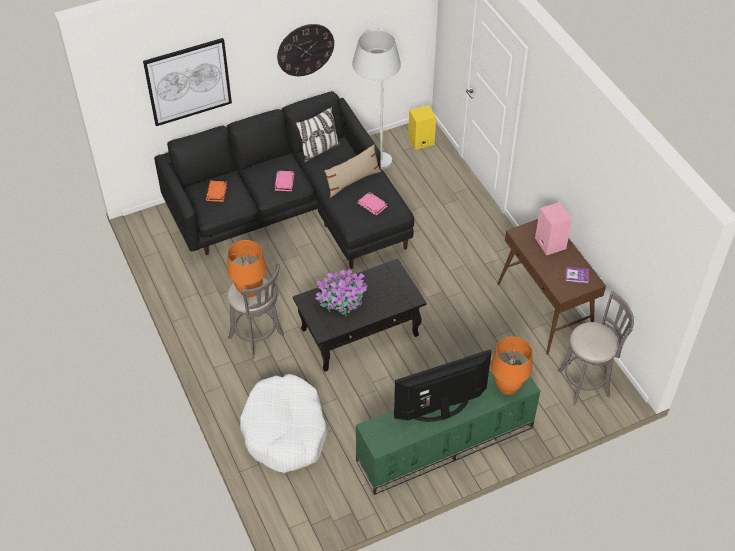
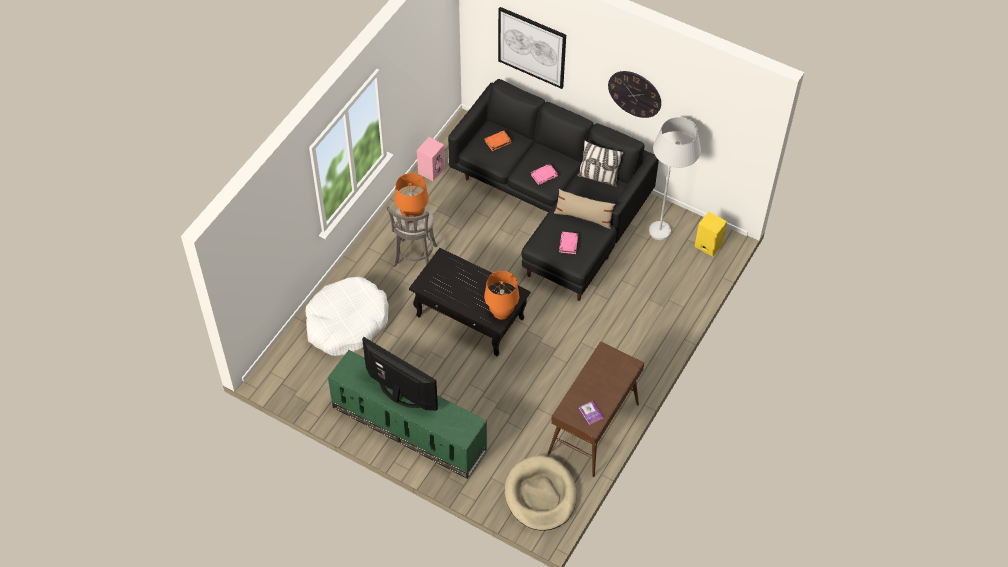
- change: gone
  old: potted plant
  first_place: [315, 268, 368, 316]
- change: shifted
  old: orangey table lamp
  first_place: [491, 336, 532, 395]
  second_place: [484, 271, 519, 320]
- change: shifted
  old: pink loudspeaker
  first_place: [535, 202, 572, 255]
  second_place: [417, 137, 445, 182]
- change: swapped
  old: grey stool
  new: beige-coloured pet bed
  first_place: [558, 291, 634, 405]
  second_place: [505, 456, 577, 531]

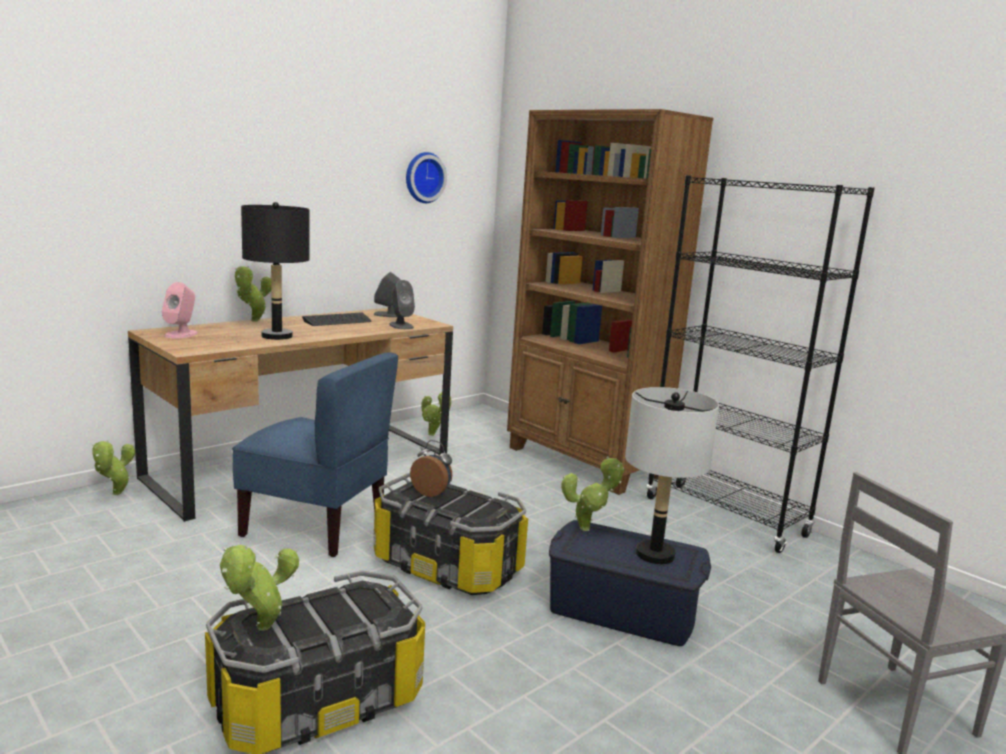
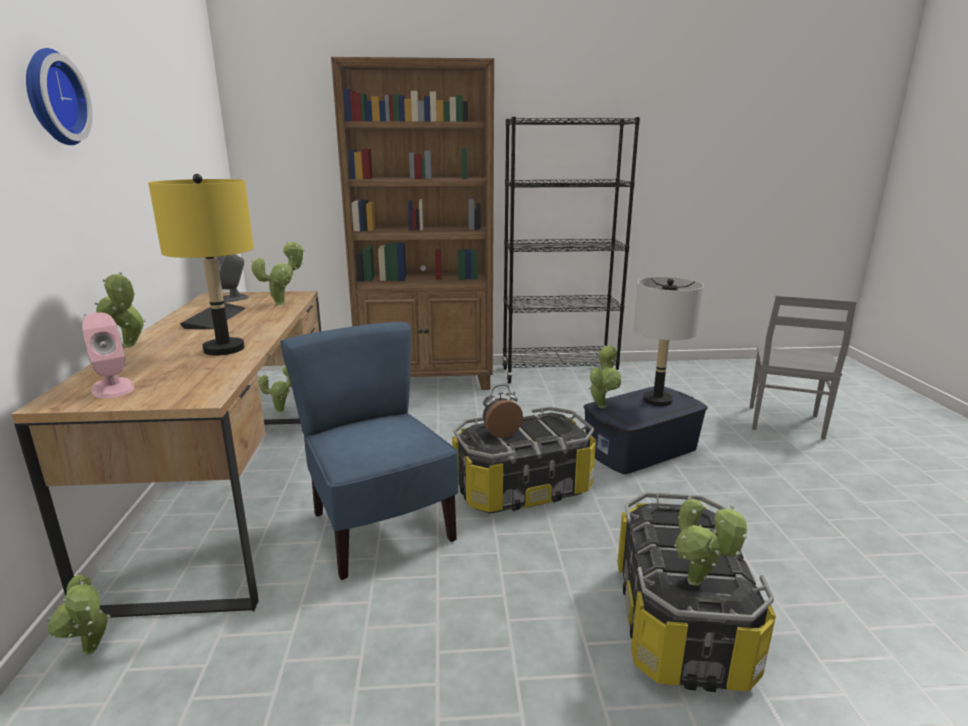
- change: shifted
  old: clock on the wall
  first_place: [406, 152, 447, 203]
  second_place: [26, 48, 93, 145]
- change: swapped
  old: grey loudspeaker
  new: potted plant
  first_place: [389, 280, 415, 329]
  second_place: [251, 241, 304, 305]
- change: repainted
  old: black-coloured table lamp
  new: yellowish table lamp
  first_place: [241, 202, 309, 340]
  second_place: [148, 174, 254, 355]
- change: rotated
  old: blue chair
  first_place: [232, 352, 398, 557]
  second_place: [280, 322, 459, 580]
  degrees: -90

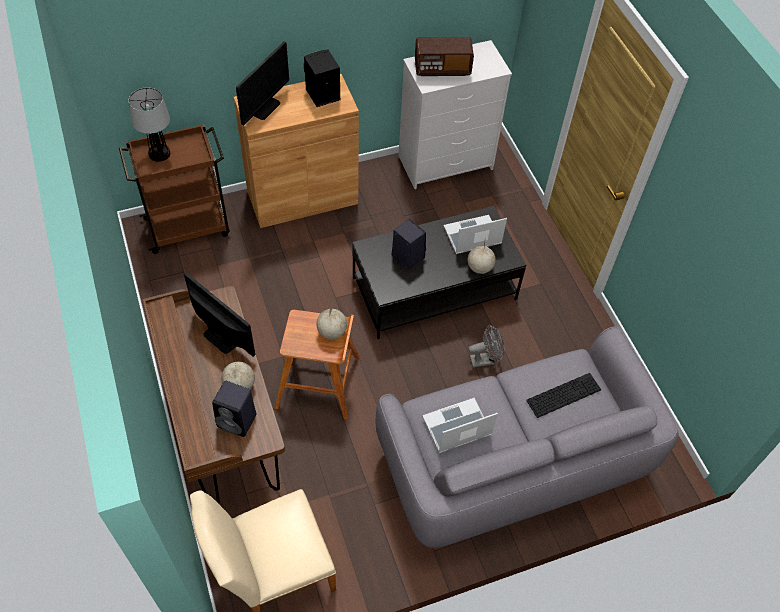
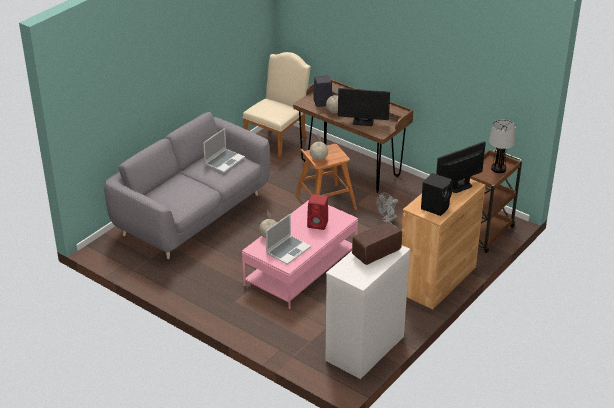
- change: gone
  old: PC keyboard
  first_place: [526, 373, 601, 418]
- change: shifted
  old: grey electric fan
  first_place: [468, 324, 505, 368]
  second_place: [376, 192, 399, 222]
- change: repainted
  old: black-coloured coffee table
  new: pink coffee table
  first_place: [352, 206, 526, 339]
  second_place: [242, 199, 358, 309]
- change: repainted
  old: black-coloured loudspeaker
  new: red-coloured loudspeaker
  first_place: [392, 219, 426, 270]
  second_place: [307, 194, 328, 230]
- change: rotated
  old: computer screen
  first_place: [236, 41, 289, 126]
  second_place: [436, 141, 486, 193]
  degrees: 60

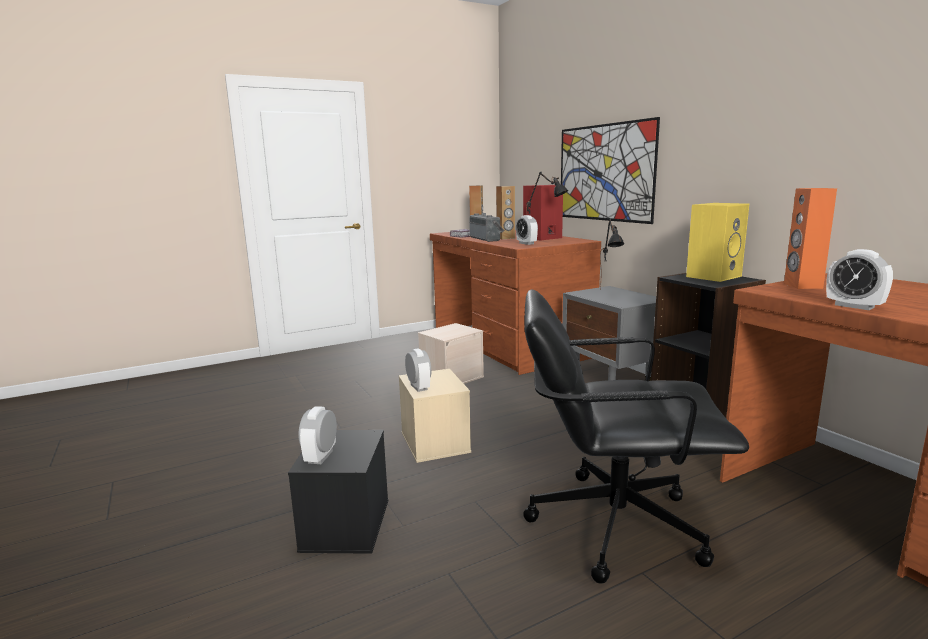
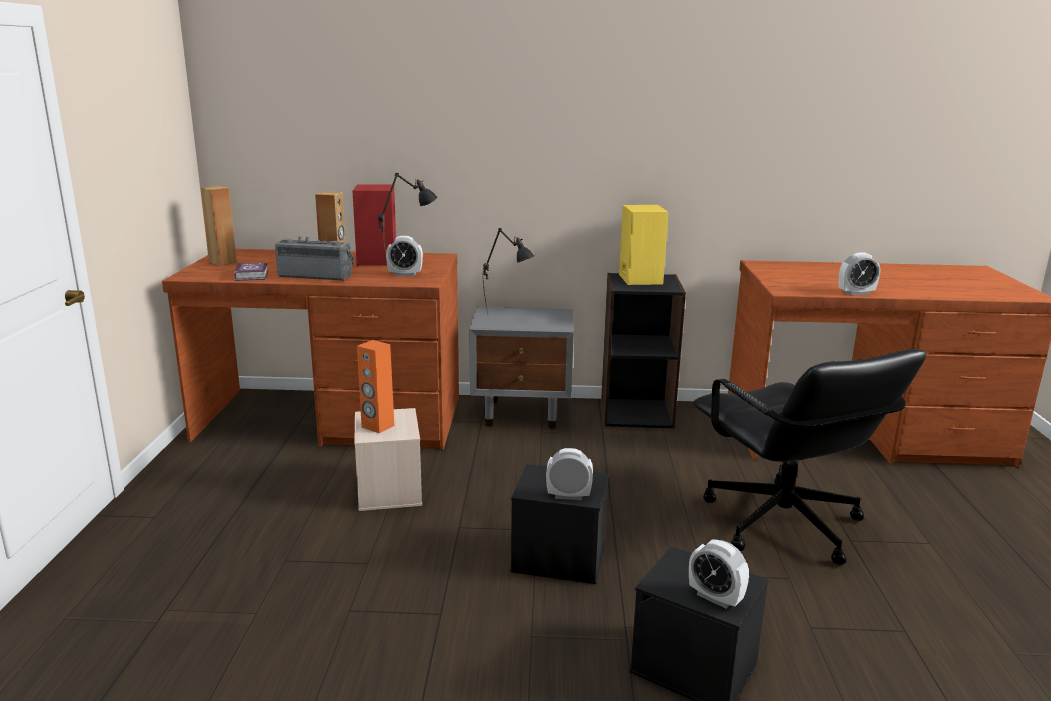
- change: gone
  old: wall picture
  first_place: [561, 117, 660, 224]
- change: shifted
  old: orangey loudspeaker
  first_place: [784, 188, 837, 289]
  second_place: [357, 340, 394, 433]
- change: repainted
  old: beige-coloured storage box
  new: black-coloured storage box
  first_place: [399, 369, 471, 463]
  second_place: [511, 464, 609, 584]
- change: rotated
  old: black-coloured office chair
  first_place: [523, 289, 749, 583]
  second_place: [694, 349, 926, 565]
  degrees: -60

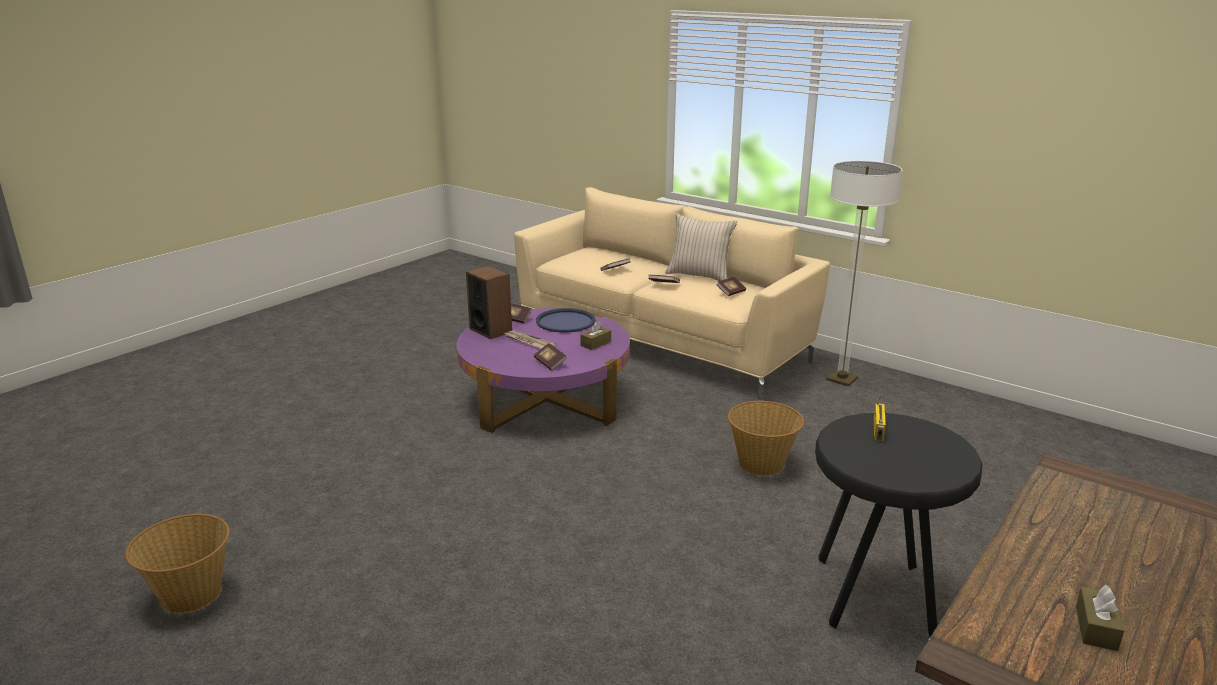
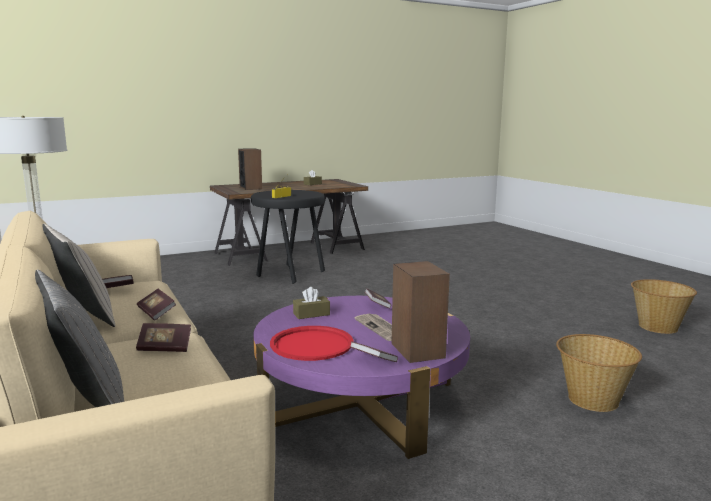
- change: new
  new: grey cushion
  second_place: [35, 270, 124, 407]
- change: new
  new: loudspeaker
  second_place: [238, 148, 262, 190]
- change: shifted
  old: storage basket
  first_place: [728, 401, 804, 476]
  second_place: [556, 334, 642, 412]
- change: repainted
  old: blue carrying tray
  new: red-coloured carrying tray
  first_place: [536, 308, 596, 333]
  second_place: [270, 326, 354, 361]

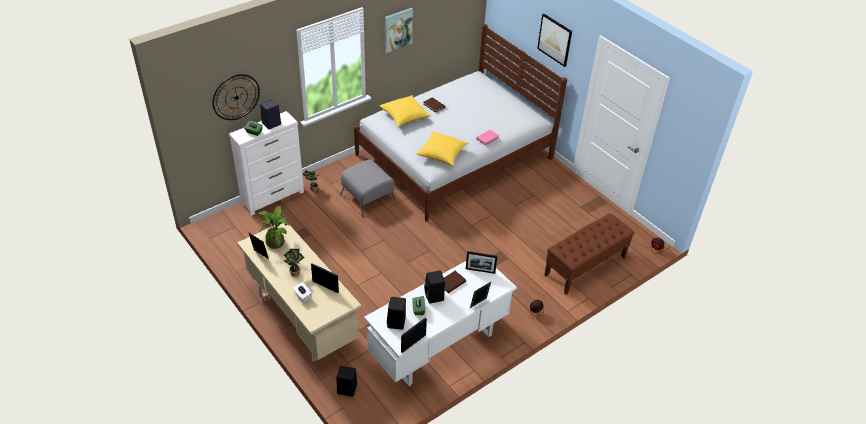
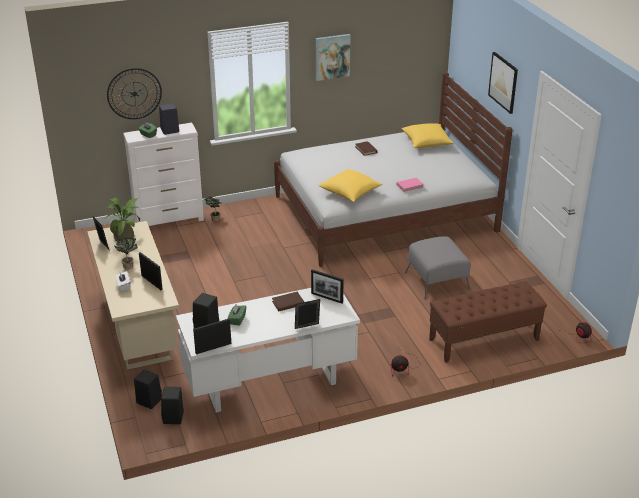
- change: shifted
  old: grey ottoman
  first_place: [340, 160, 396, 217]
  second_place: [405, 236, 471, 300]
- change: shifted
  old: yellowish cushion
  first_place: [380, 95, 431, 127]
  second_place: [402, 123, 454, 148]
- change: shifted
  old: black-coloured loudspeaker
  first_place: [424, 270, 445, 303]
  second_place: [161, 387, 184, 424]

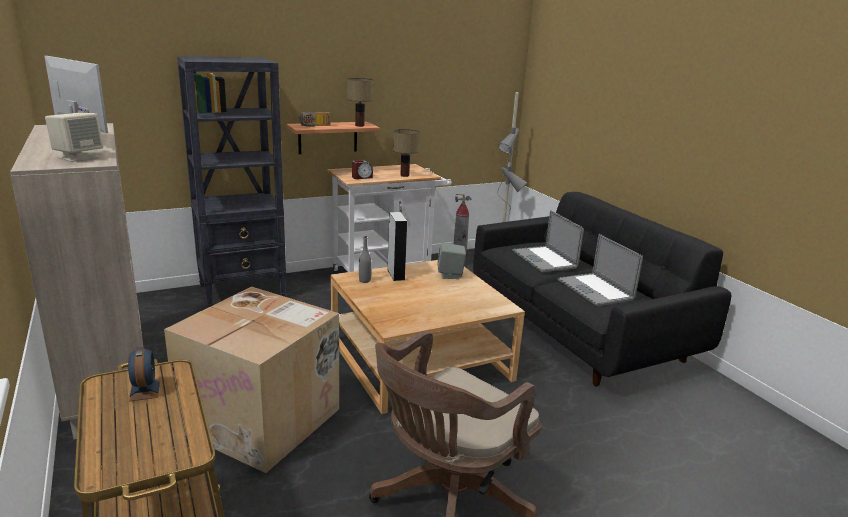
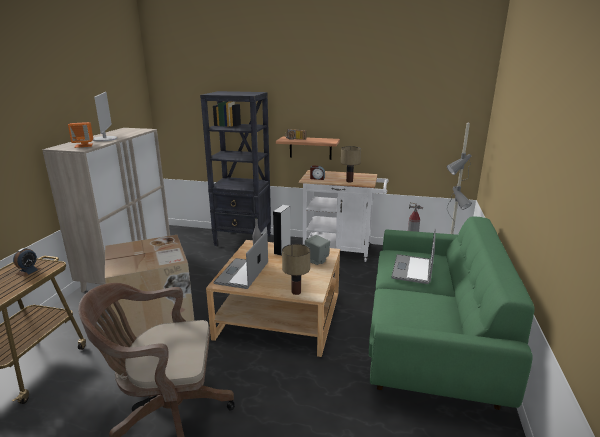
- change: shifted
  old: table lamp
  first_place: [347, 78, 374, 127]
  second_place: [282, 244, 310, 295]
- change: shifted
  old: portable computer
  first_place: [557, 234, 643, 306]
  second_place: [213, 231, 268, 289]
- change: repainted
  old: beige-coloured loudspeaker
  new: orangey loudspeaker
  first_place: [45, 113, 103, 162]
  second_place: [68, 122, 93, 148]
- change: repainted
  old: black-coloured couch
  new: greenish couch
  first_place: [473, 192, 731, 386]
  second_place: [369, 216, 535, 410]

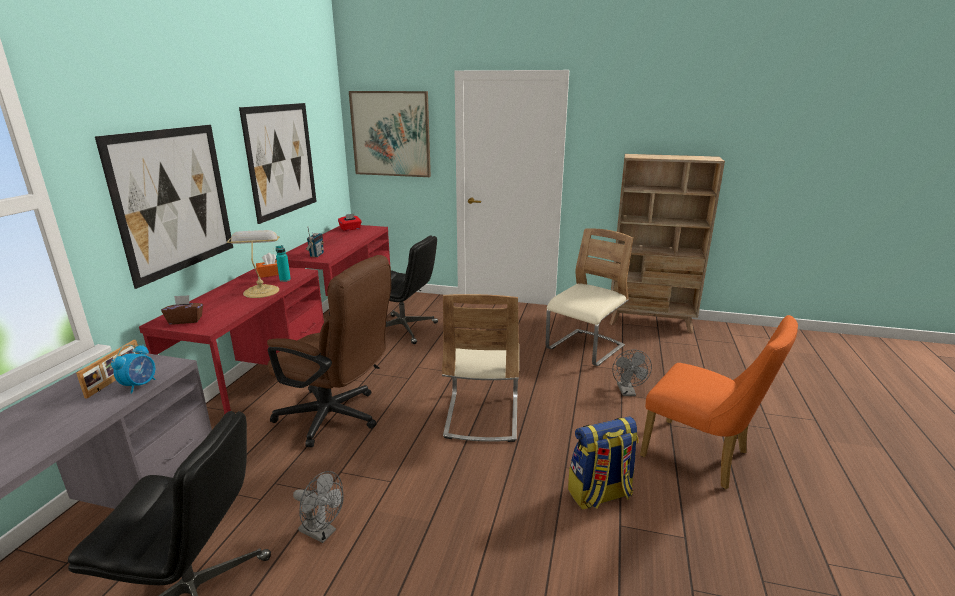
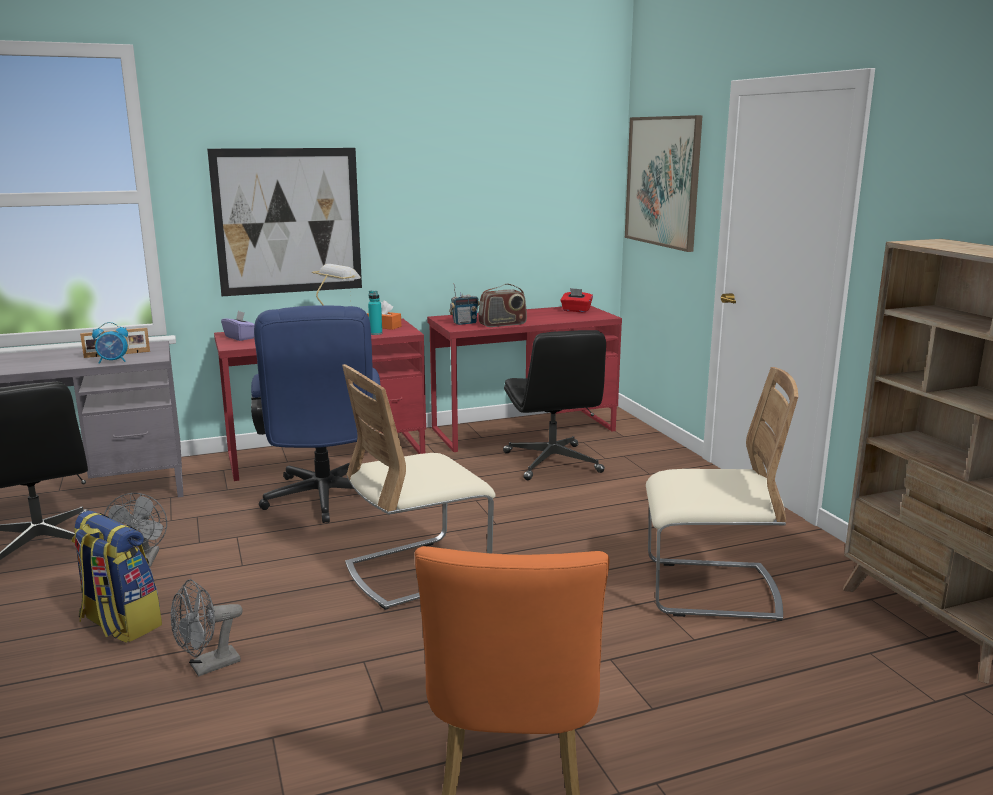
- change: gone
  old: wall picture
  first_place: [239, 103, 317, 224]
- change: new
  new: radio set
  second_place: [478, 284, 527, 327]
- change: shifted
  old: backpack
  first_place: [568, 417, 639, 510]
  second_place: [71, 511, 162, 643]
- change: shifted
  old: grey electric fan
  first_place: [612, 349, 652, 396]
  second_place: [170, 579, 243, 677]
- change: repainted
  old: brownish tissue box
  new: purple-coloured tissue box
  first_place: [161, 295, 203, 324]
  second_place: [221, 311, 255, 341]
- change: repainted
  old: brownish office chair
  new: blue office chair
  first_place: [267, 255, 391, 447]
  second_place: [251, 305, 380, 523]

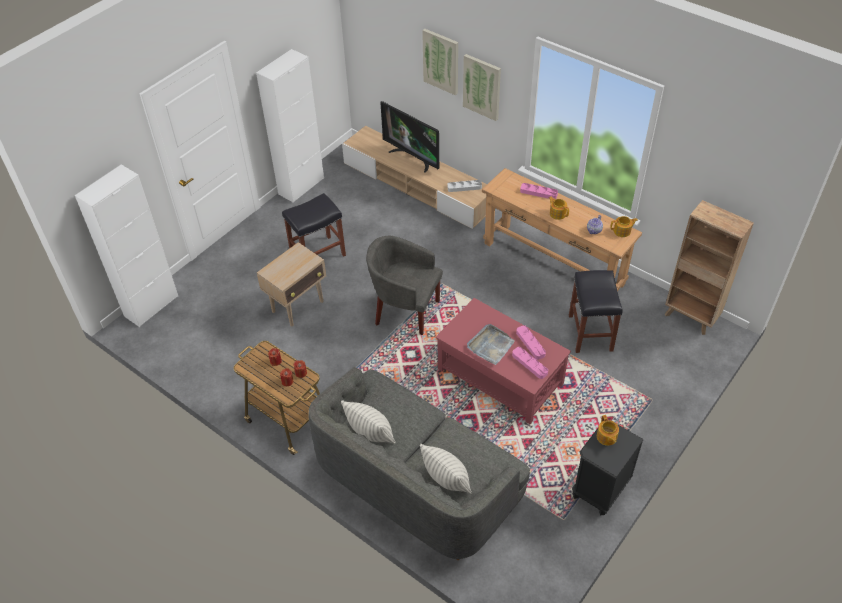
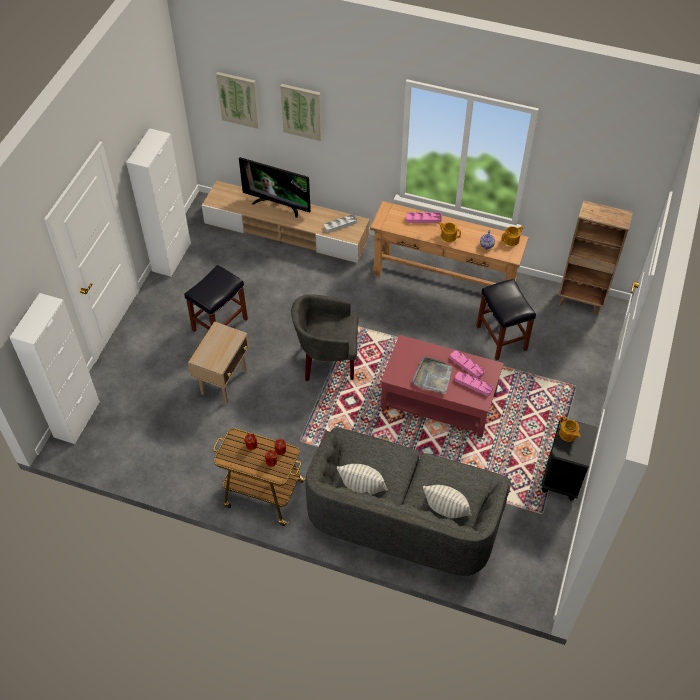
- change: shifted
  old: wall picture
  first_place: [463, 54, 501, 121]
  second_place: [216, 72, 260, 129]

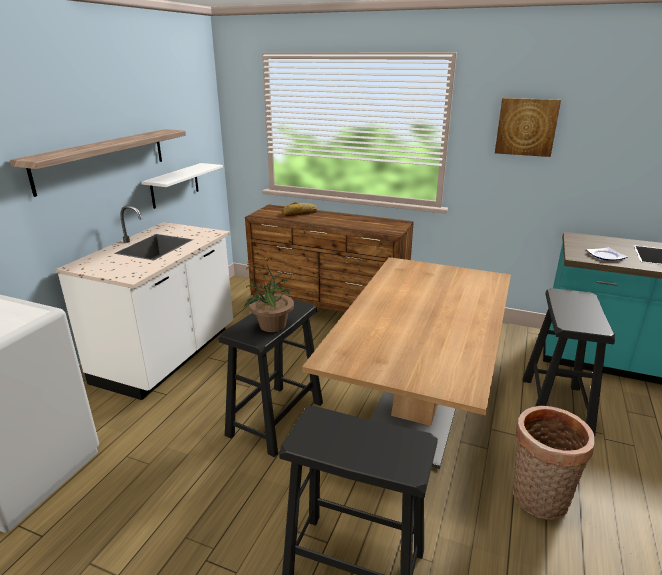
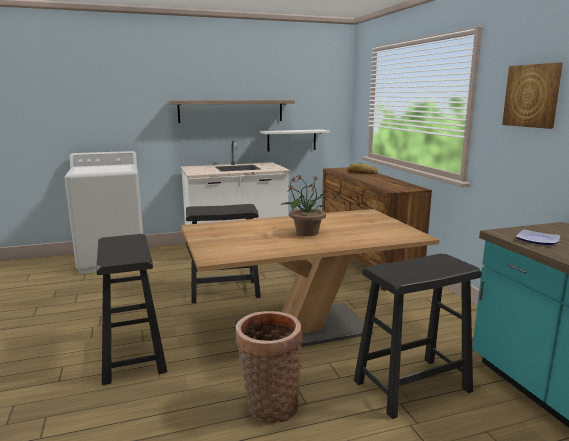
- change: shifted
  old: potted plant
  first_place: [244, 257, 296, 332]
  second_place: [280, 174, 334, 236]

